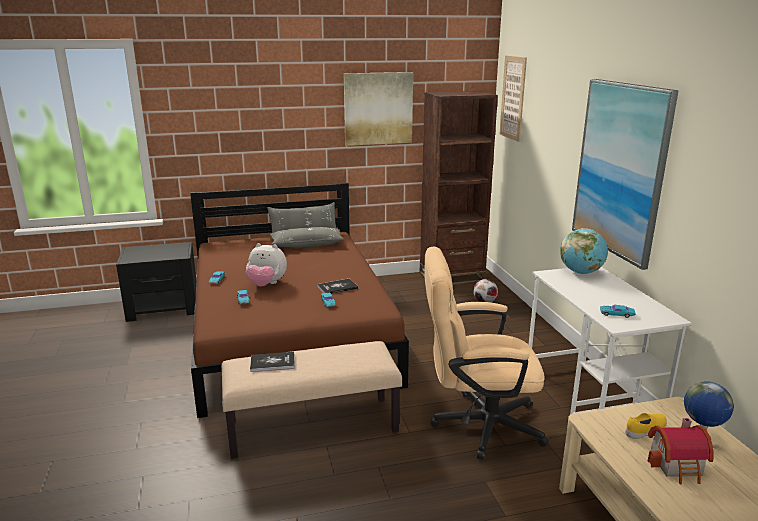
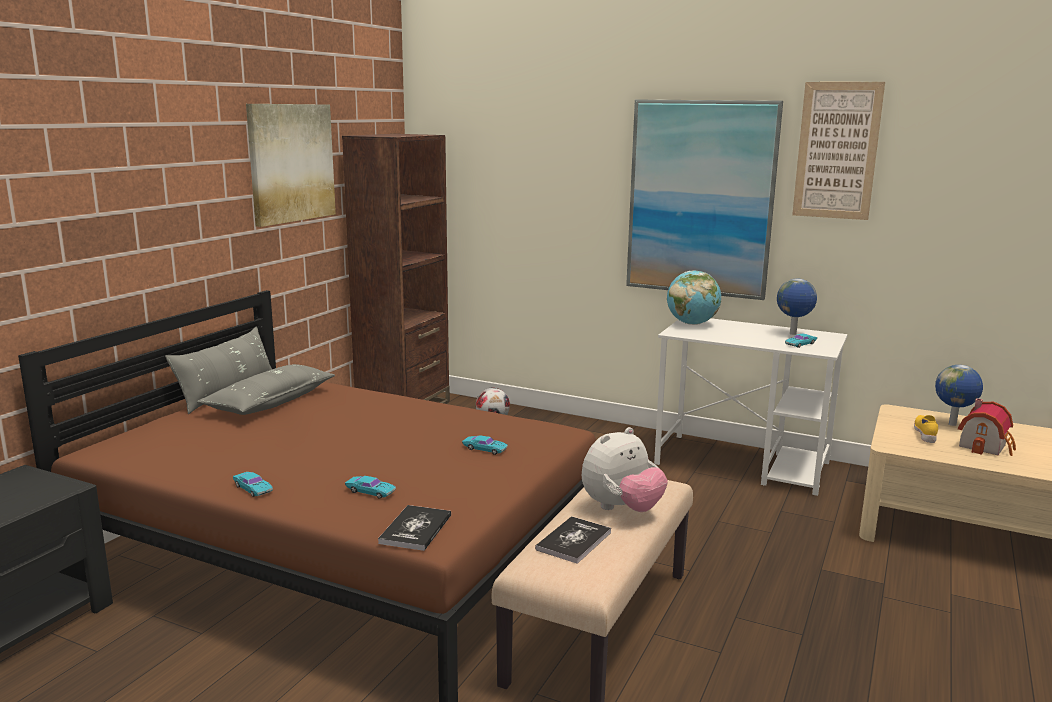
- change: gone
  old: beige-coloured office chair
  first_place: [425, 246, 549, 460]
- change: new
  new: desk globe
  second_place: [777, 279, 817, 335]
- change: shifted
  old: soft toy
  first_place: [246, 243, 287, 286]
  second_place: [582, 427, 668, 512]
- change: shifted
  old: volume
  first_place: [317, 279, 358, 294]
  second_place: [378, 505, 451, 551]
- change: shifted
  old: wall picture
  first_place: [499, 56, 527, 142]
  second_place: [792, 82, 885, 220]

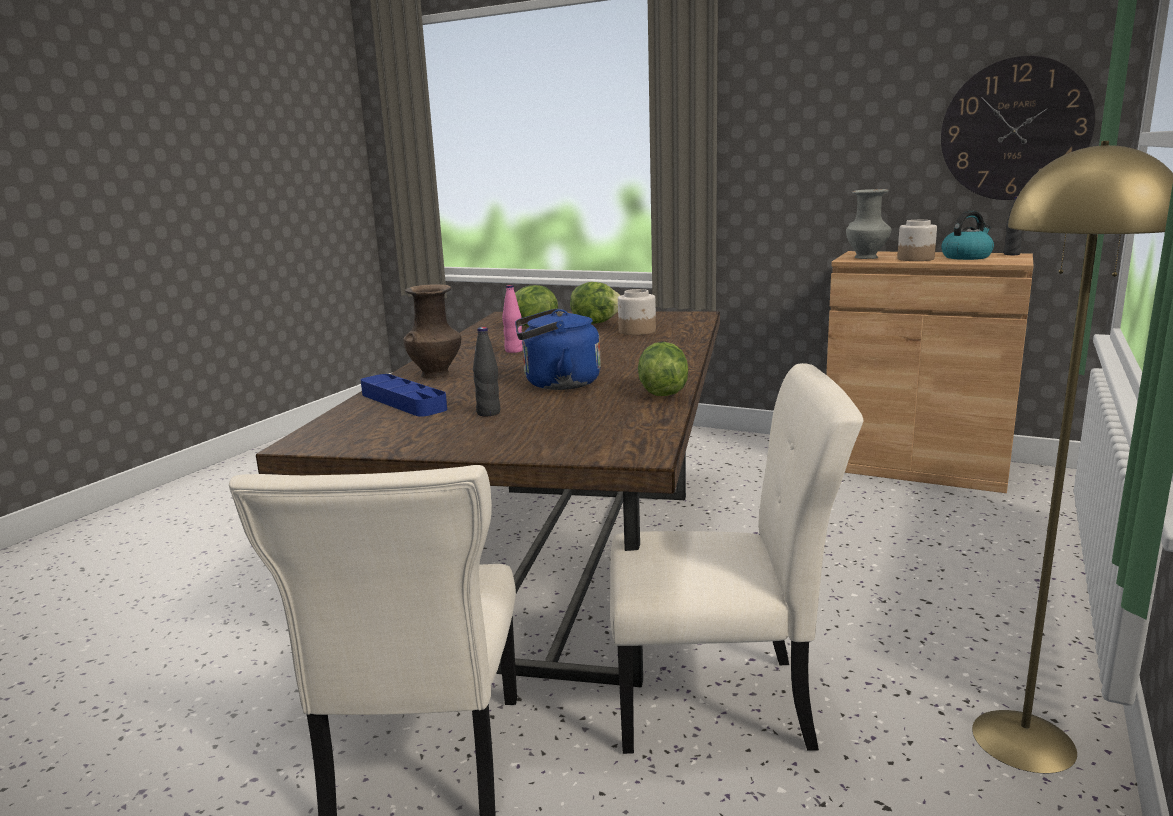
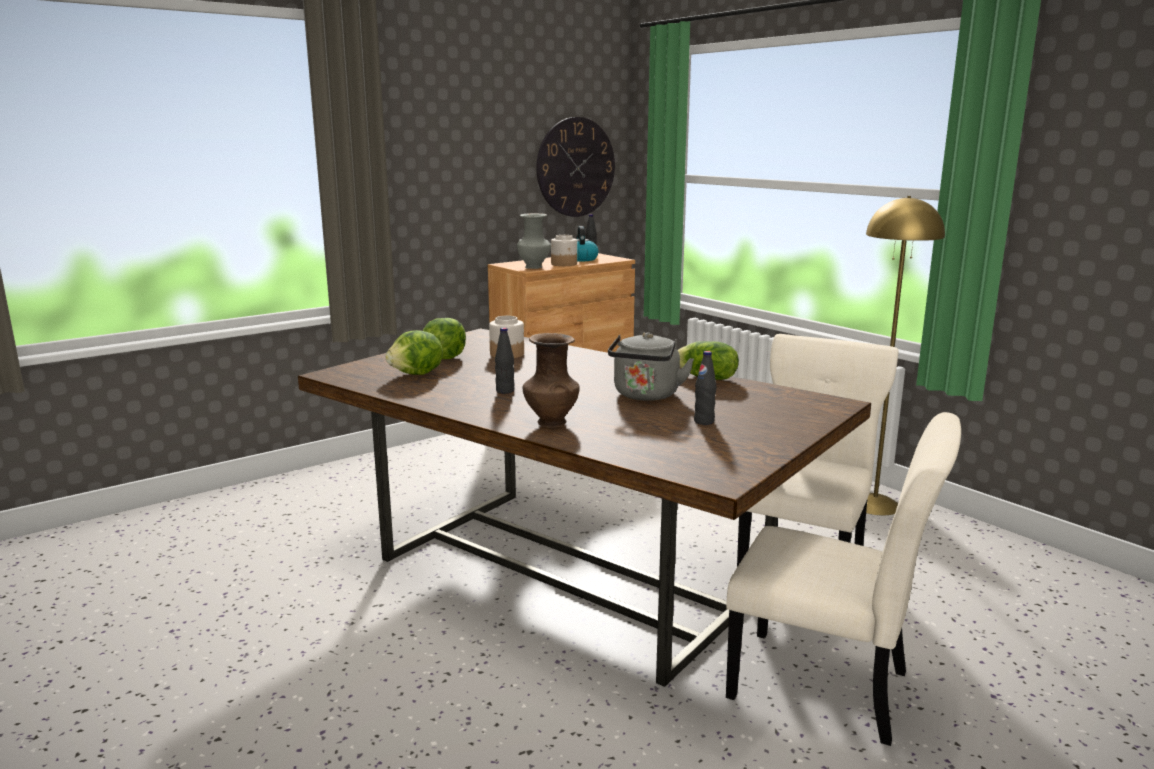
- change: gone
  old: blue carrying tray
  first_place: [361, 374, 447, 417]
- change: repainted
  old: pink beverage bottle
  new: black-coloured beverage bottle
  first_place: [502, 285, 523, 353]
  second_place: [495, 328, 515, 394]
- change: repainted
  old: blue kettle
  new: grey kettle
  first_place: [515, 308, 601, 390]
  second_place: [608, 332, 694, 401]

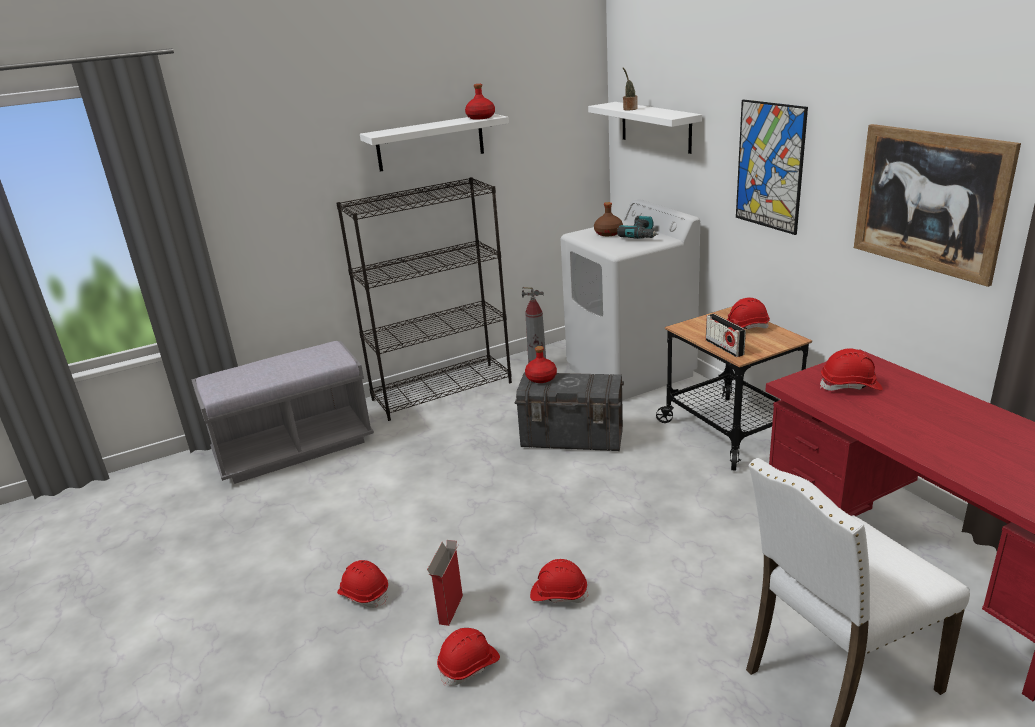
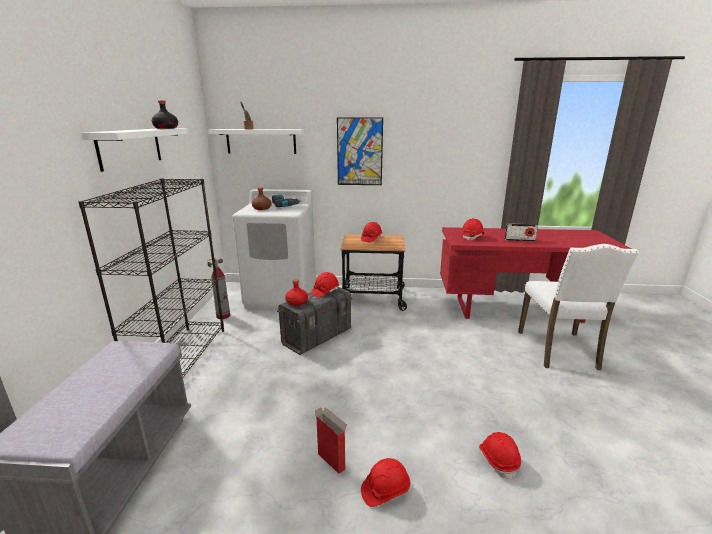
- change: gone
  old: wall picture
  first_place: [854, 124, 1021, 287]
- change: shifted
  old: carton
  first_place: [427, 540, 463, 626]
  second_place: [314, 407, 347, 474]
- change: shifted
  old: red-coloured safety helmet
  first_place: [530, 559, 589, 603]
  second_place: [311, 272, 339, 297]
- change: shifted
  old: radio set
  first_place: [706, 314, 746, 357]
  second_place: [505, 223, 538, 242]
- change: repainted
  old: red-coloured beverage bottle
  new: black-coloured beverage bottle
  first_place: [465, 84, 495, 120]
  second_place: [152, 100, 178, 129]

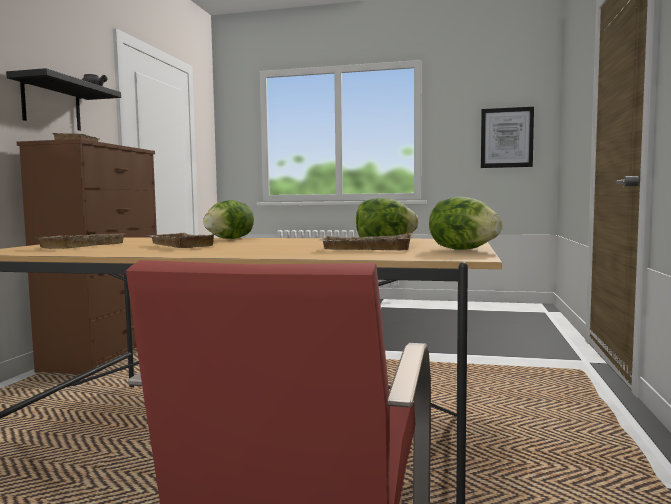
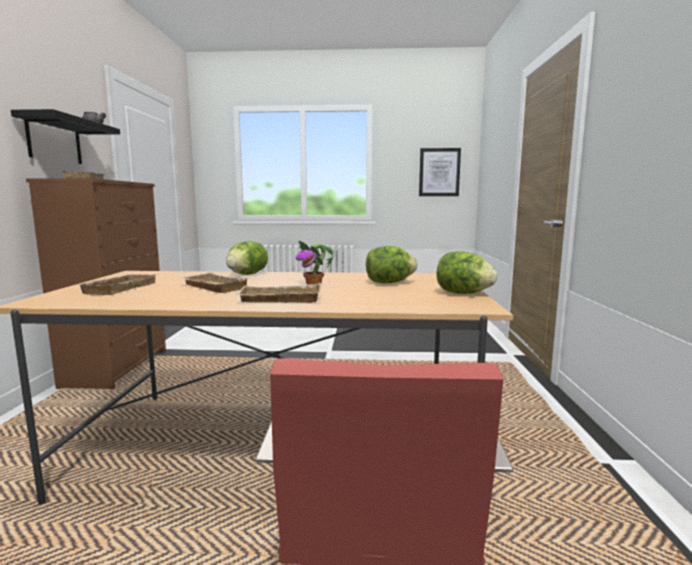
- change: new
  new: potted plant
  second_place: [296, 241, 334, 285]
- change: shifted
  old: beige-coloured carrying tray
  first_place: [318, 233, 413, 250]
  second_place: [235, 283, 322, 303]

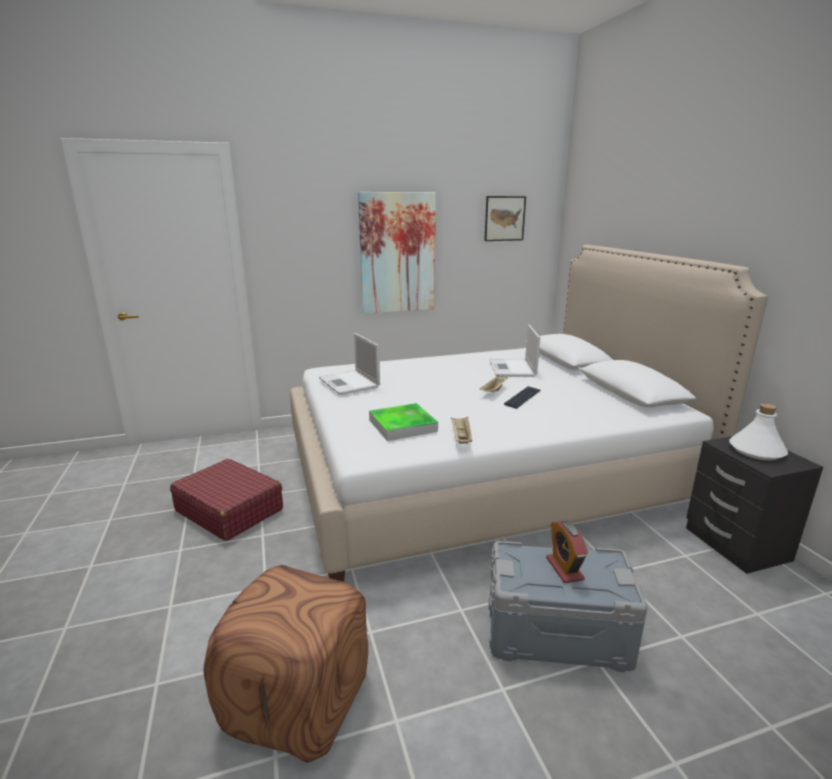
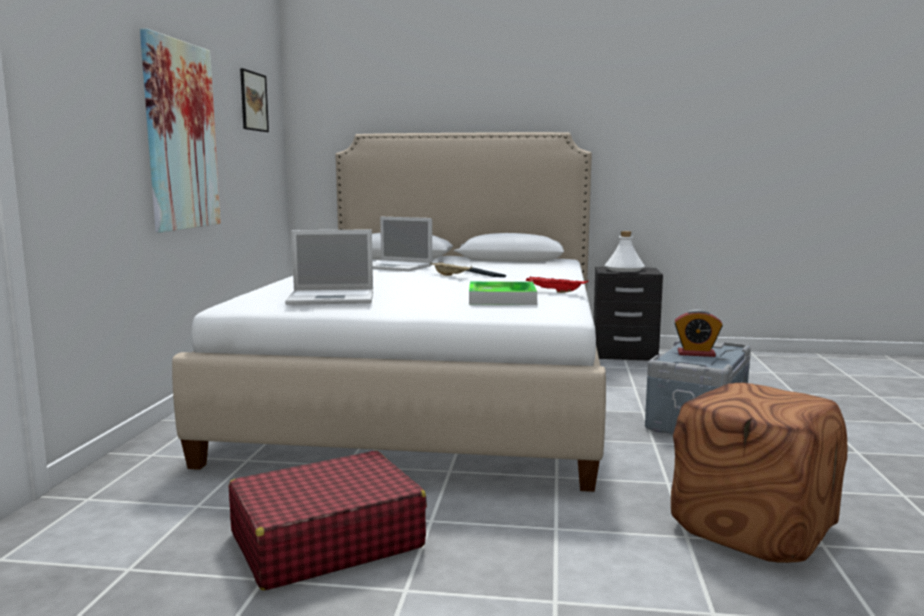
- change: repainted
  old: beige-coloured carrying tray
  new: red-coloured carrying tray
  first_place: [451, 417, 472, 444]
  second_place: [526, 276, 588, 293]

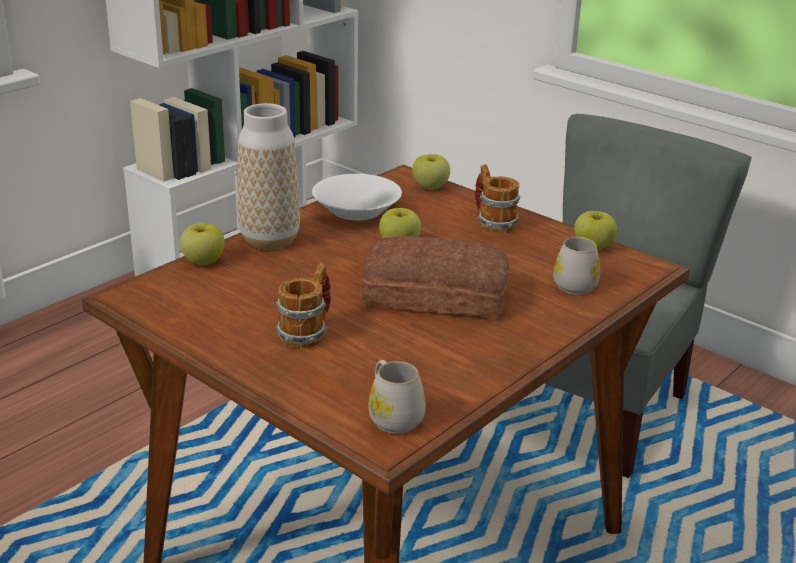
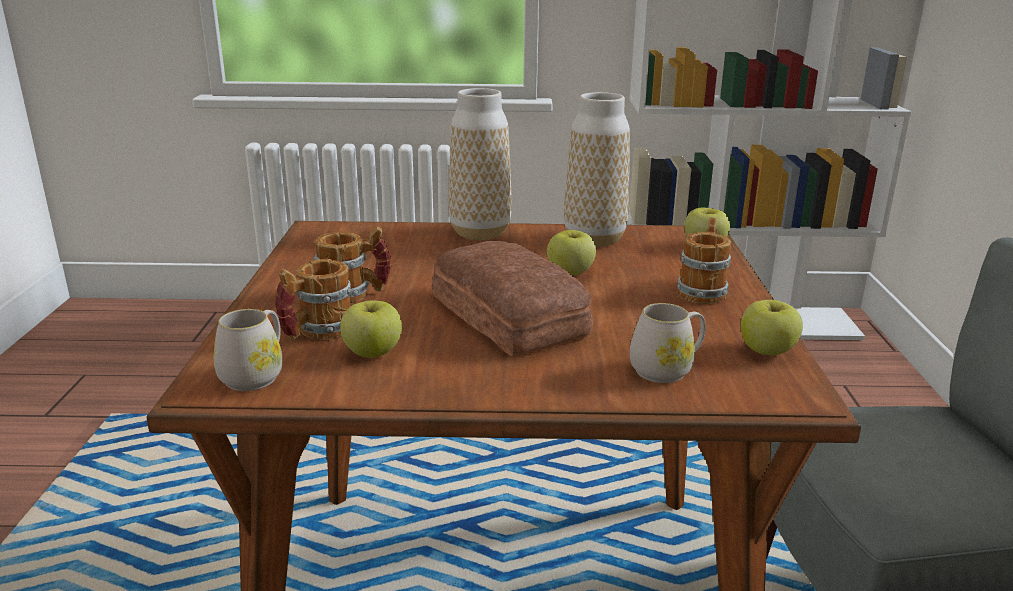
- change: new
  new: coffee mug
  second_place: [275, 259, 351, 340]
- change: shifted
  old: apple
  first_place: [180, 223, 225, 265]
  second_place: [340, 300, 402, 358]
- change: swapped
  old: white-coloured bowl
  new: flower vase
  first_place: [312, 174, 402, 220]
  second_place: [564, 92, 630, 247]

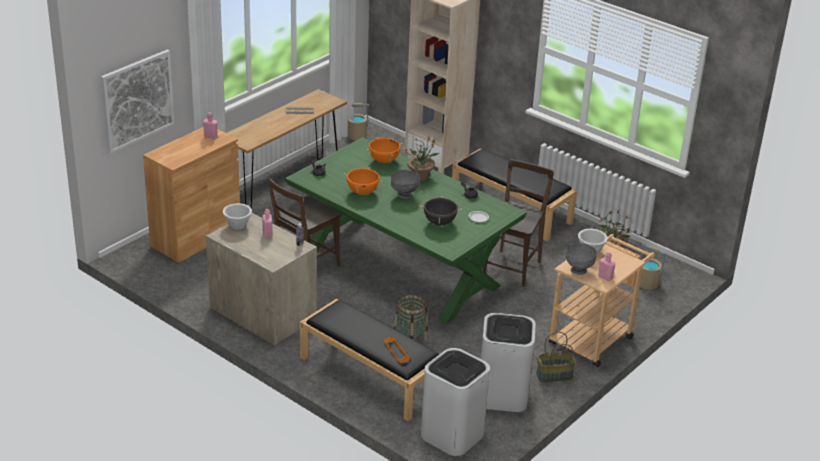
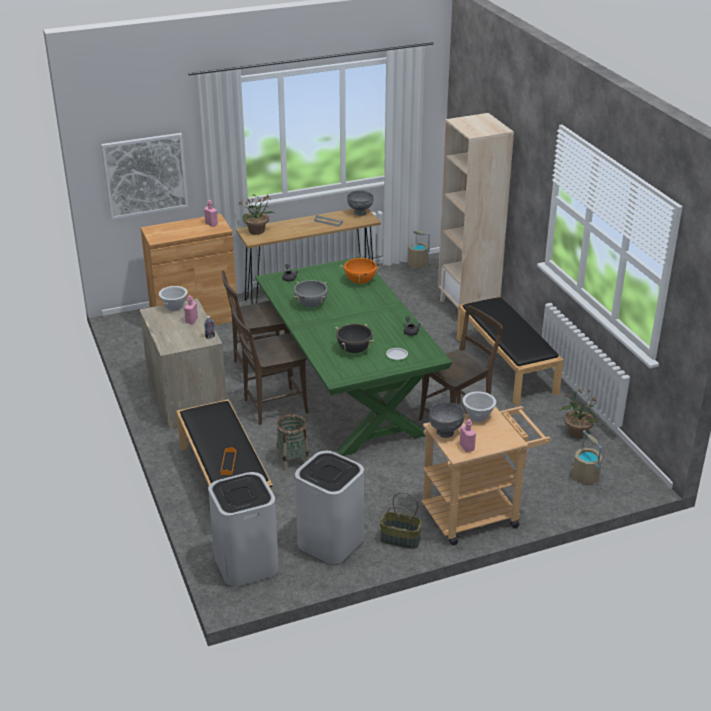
- change: new
  new: brownish chair
  second_place: [232, 306, 309, 425]
- change: shifted
  old: grey bowl
  first_place: [391, 170, 420, 199]
  second_place: [347, 190, 374, 216]
- change: shifted
  old: potted plant
  first_place: [404, 136, 439, 181]
  second_place: [238, 194, 276, 235]
- change: repainted
  old: orangey cooking pot
  new: grey cooking pot
  first_place: [344, 167, 383, 195]
  second_place: [294, 280, 328, 307]

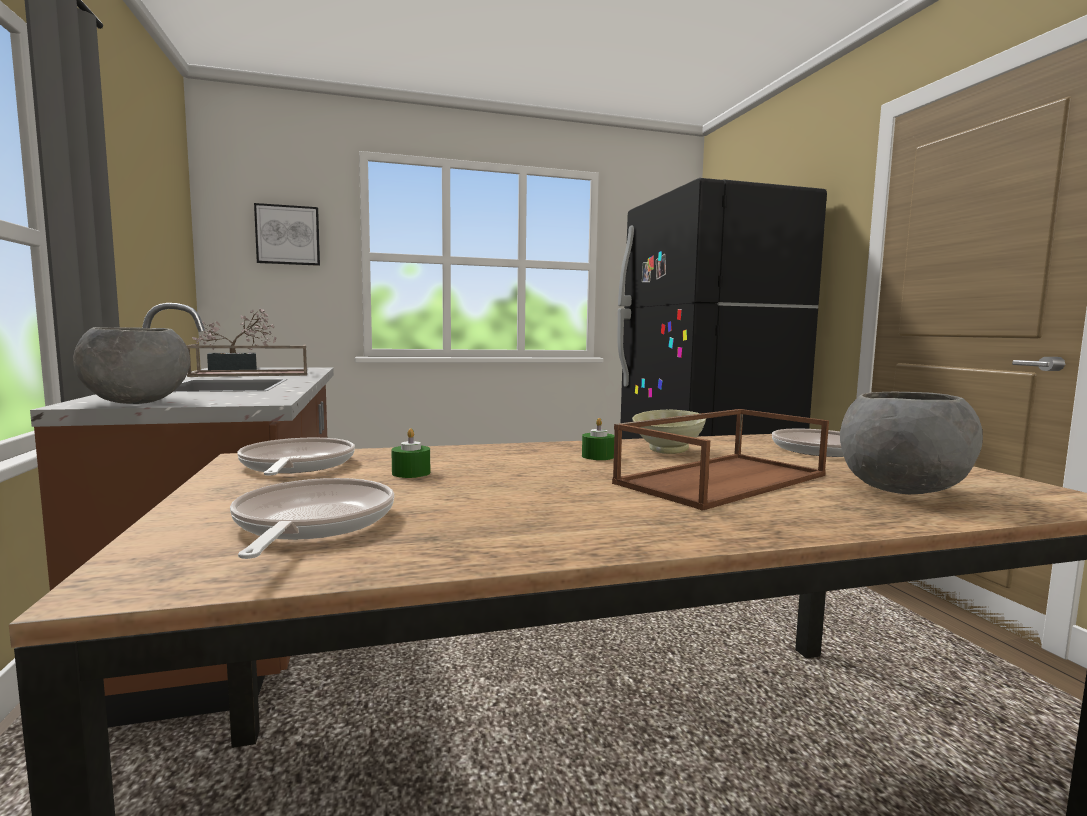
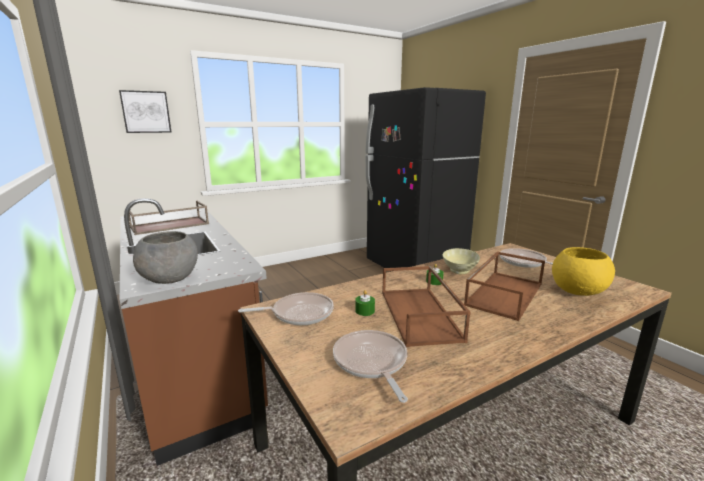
- change: gone
  old: potted plant
  first_place: [192, 308, 277, 370]
- change: new
  new: brownish carrying tray
  second_place: [382, 266, 471, 347]
- change: repainted
  old: grey bowl
  new: yellowish bowl
  first_place: [840, 392, 983, 494]
  second_place: [552, 247, 615, 296]
- change: rotated
  old: skillet
  first_place: [237, 438, 355, 475]
  second_place: [238, 292, 334, 325]
  degrees: 105

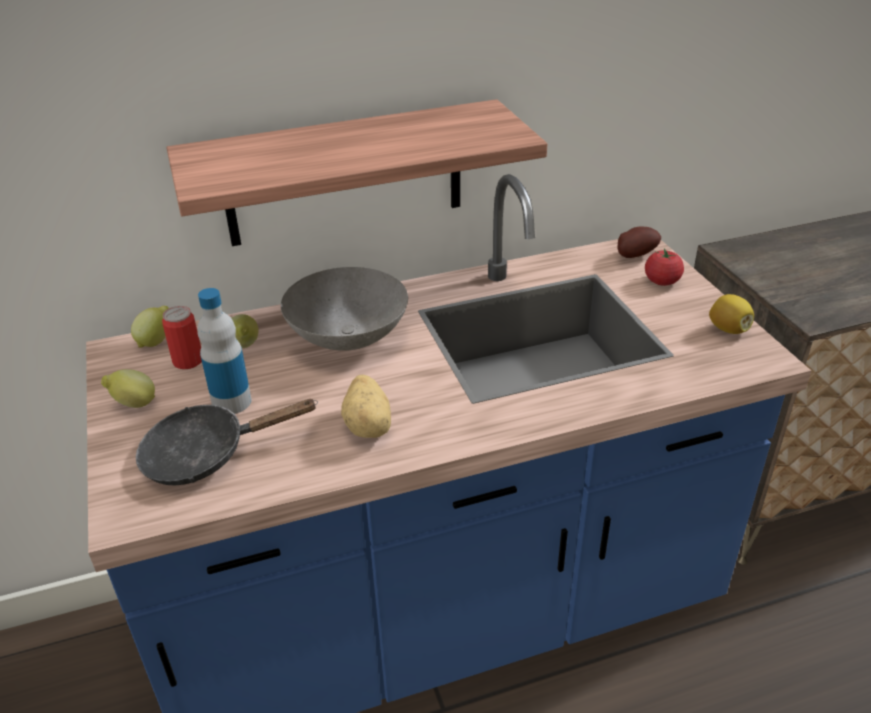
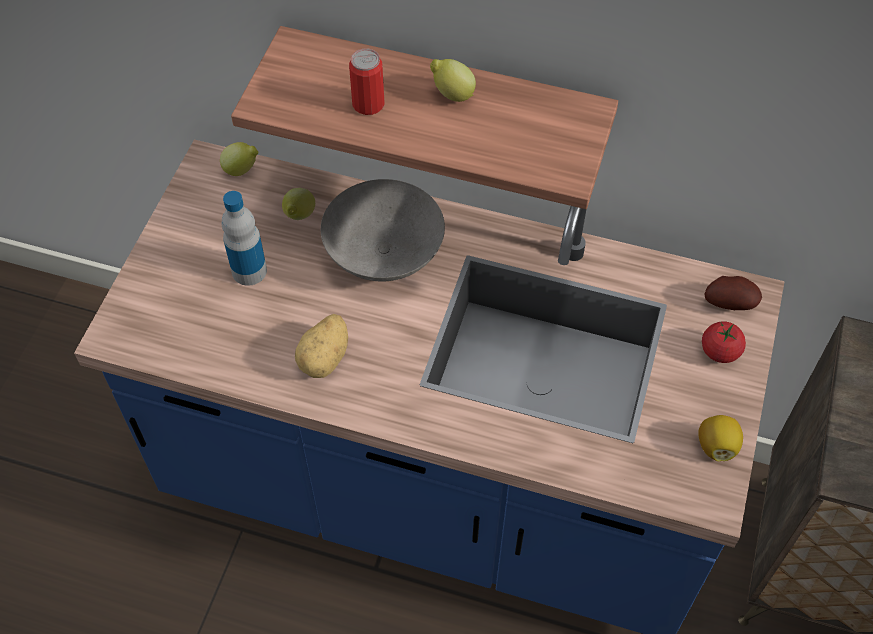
- change: gone
  old: black-coloured skillet
  first_place: [136, 399, 318, 486]
- change: shifted
  old: whole lemon
  first_place: [101, 369, 155, 408]
  second_place: [430, 59, 476, 102]
- change: shifted
  old: can
  first_place: [162, 306, 202, 369]
  second_place: [349, 48, 385, 115]

